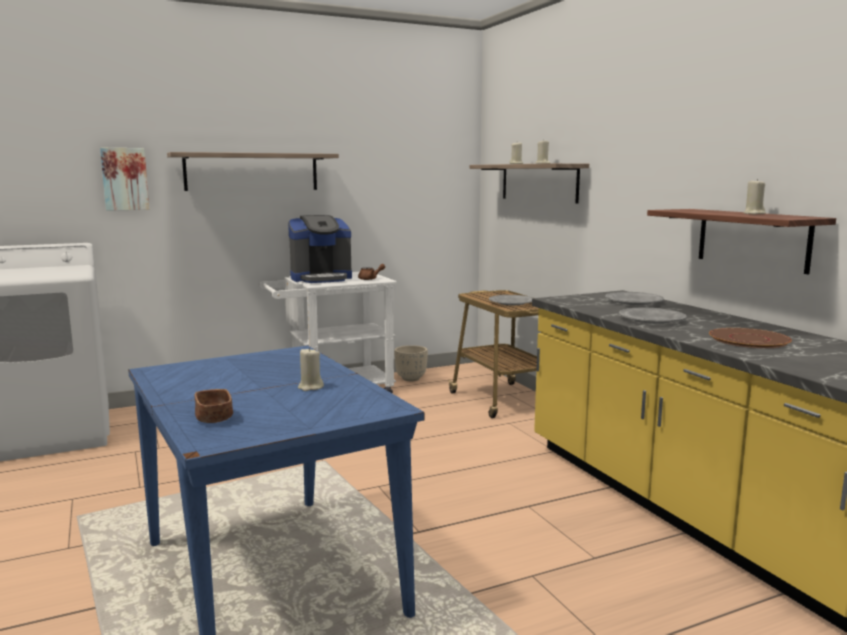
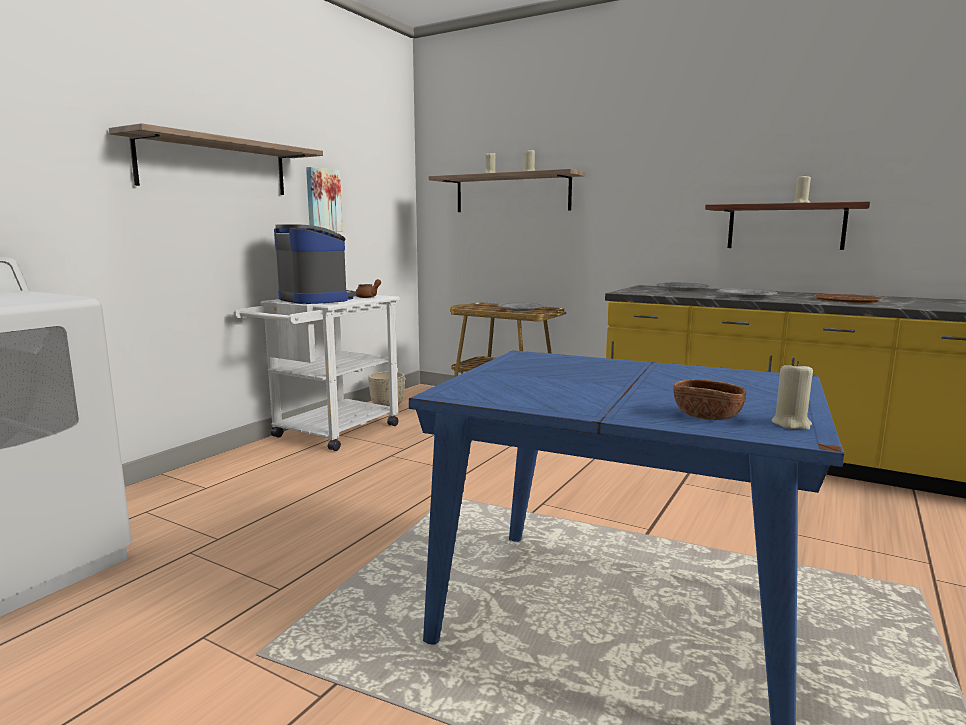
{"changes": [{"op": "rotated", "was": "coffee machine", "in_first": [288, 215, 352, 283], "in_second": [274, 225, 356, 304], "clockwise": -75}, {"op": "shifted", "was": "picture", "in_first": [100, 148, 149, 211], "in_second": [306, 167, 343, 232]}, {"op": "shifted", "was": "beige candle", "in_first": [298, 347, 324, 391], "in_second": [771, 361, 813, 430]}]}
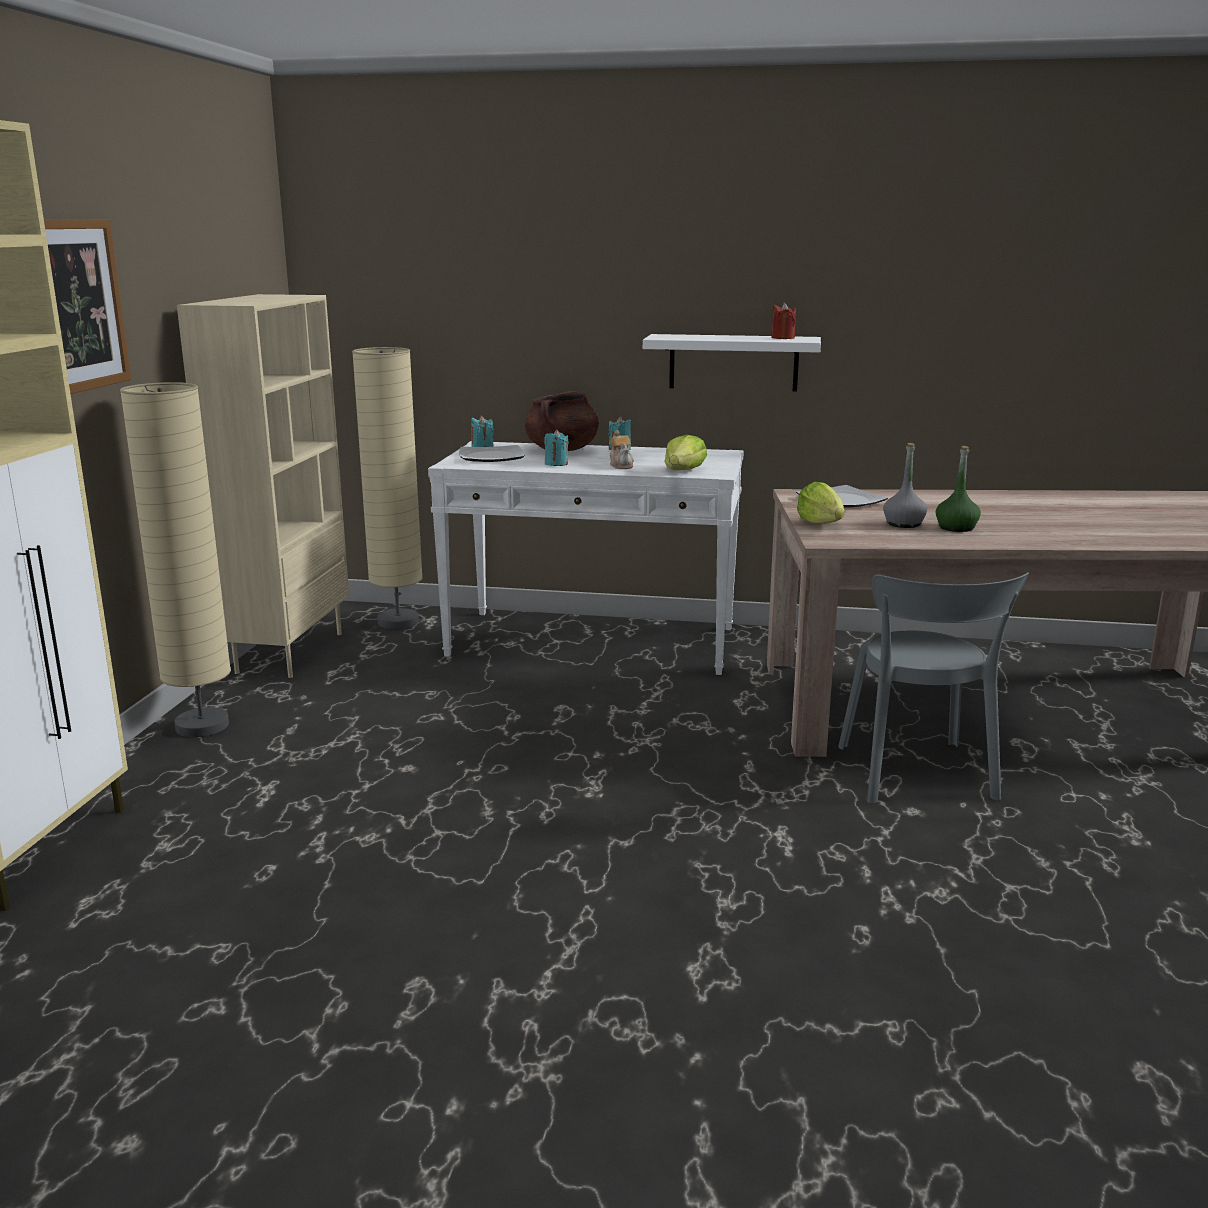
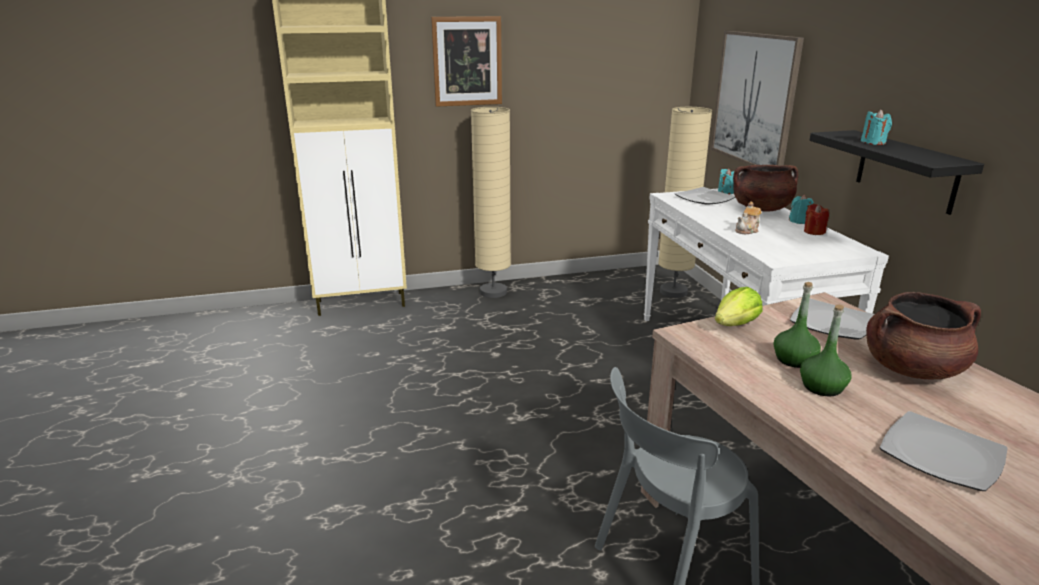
{"changes": [{"op": "new", "now": "picture", "in_second": [711, 31, 804, 166]}, {"op": "repainted", "was": "grey bottle", "now": "green bottle", "in_first": [883, 443, 927, 528], "in_second": [773, 282, 821, 368]}, {"op": "shifted", "was": "red candle", "in_first": [771, 303, 796, 339], "in_second": [804, 204, 829, 235]}, {"op": "repainted", "was": "white shelf", "now": "black shelf", "in_first": [643, 334, 821, 392], "in_second": [809, 130, 984, 215]}, {"op": "shifted", "was": "turquoise candle", "in_first": [544, 430, 569, 466], "in_second": [861, 109, 892, 145]}, {"op": "new", "now": "brown cooking pot", "in_second": [866, 292, 981, 379]}, {"op": "new", "now": "plate", "in_second": [880, 411, 1008, 491]}, {"op": "gone", "was": "beige bookcase", "in_first": [177, 294, 349, 678]}, {"op": "gone", "was": "lettuce", "in_first": [665, 435, 707, 470]}]}
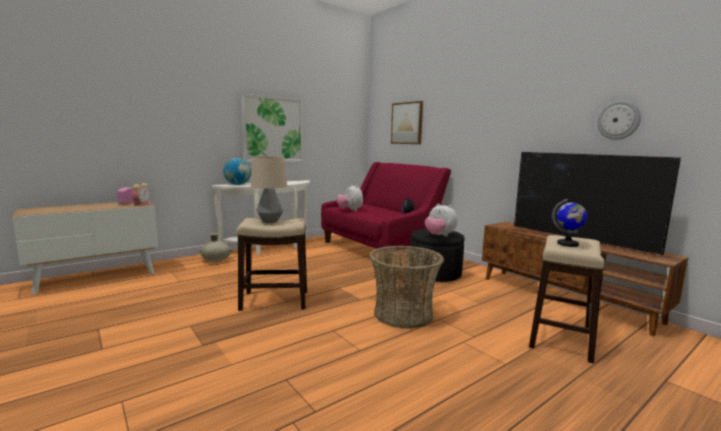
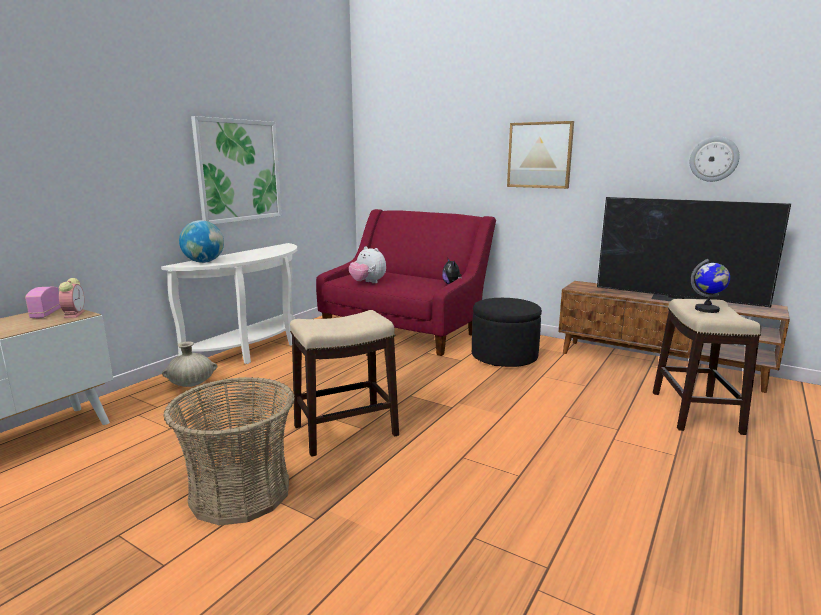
{"changes": [{"op": "shifted", "was": "basket", "in_first": [369, 246, 444, 329], "in_second": [164, 377, 295, 525]}, {"op": "shifted", "was": "picture", "in_first": [391, 101, 423, 144], "in_second": [507, 121, 574, 189]}, {"op": "gone", "was": "table lamp", "in_first": [251, 157, 287, 223]}, {"op": "gone", "was": "plush toy", "in_first": [425, 203, 458, 236]}]}
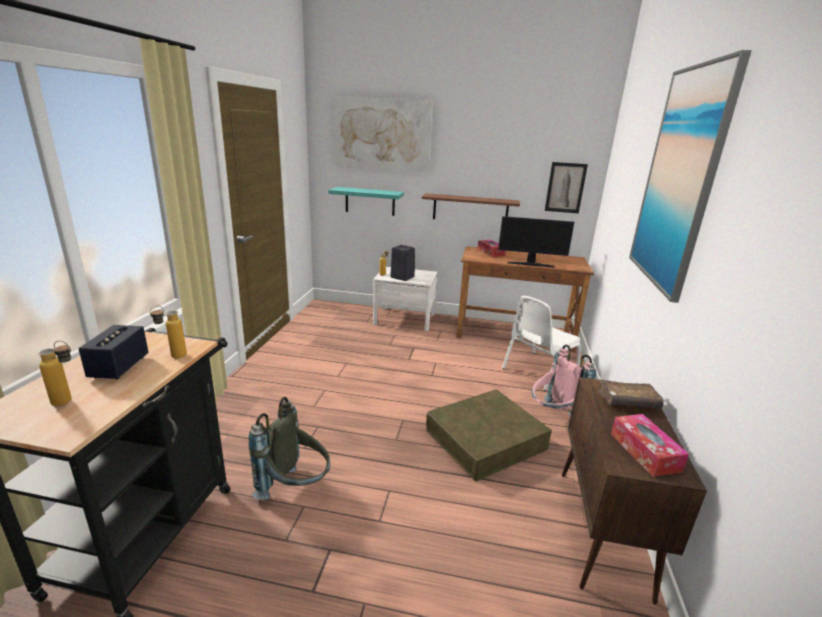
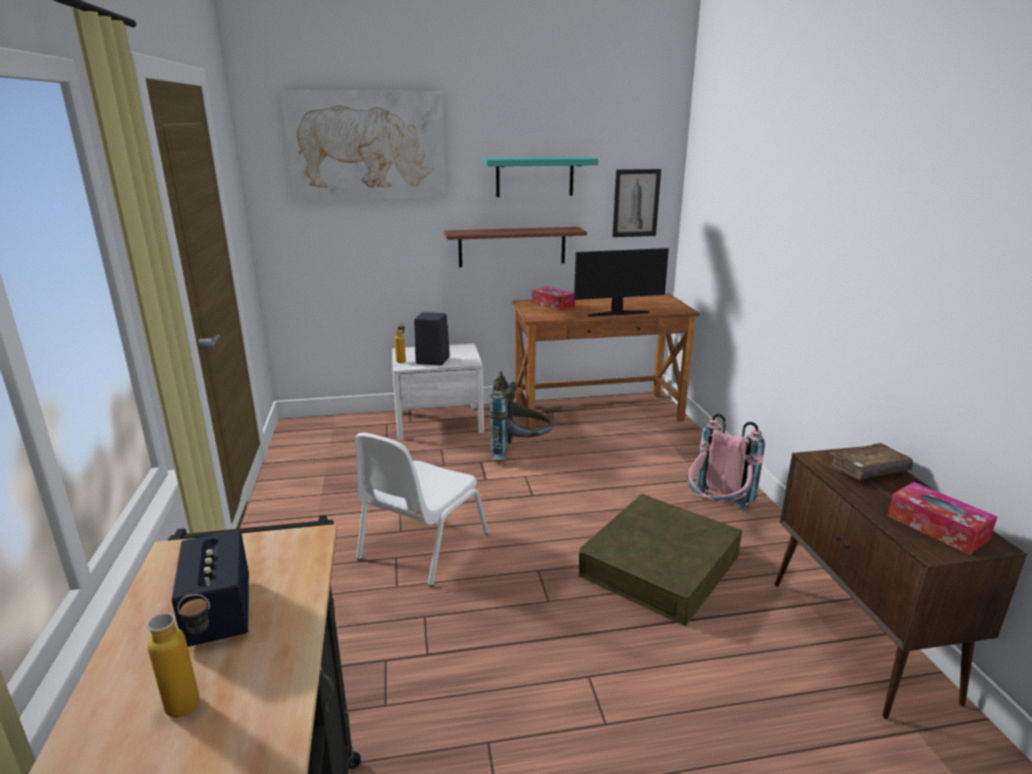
{"changes": [{"op": "shifted", "was": "white chair", "in_first": [502, 296, 581, 391], "in_second": [355, 433, 489, 586]}, {"op": "shifted", "was": "turquoise shelf", "in_first": [328, 187, 404, 216], "in_second": [482, 156, 598, 197]}, {"op": "shifted", "was": "grey backpack", "in_first": [248, 397, 330, 500], "in_second": [489, 371, 553, 460]}, {"op": "gone", "was": "bottle", "in_first": [150, 305, 187, 358]}, {"op": "gone", "was": "picture", "in_first": [629, 50, 752, 303]}]}
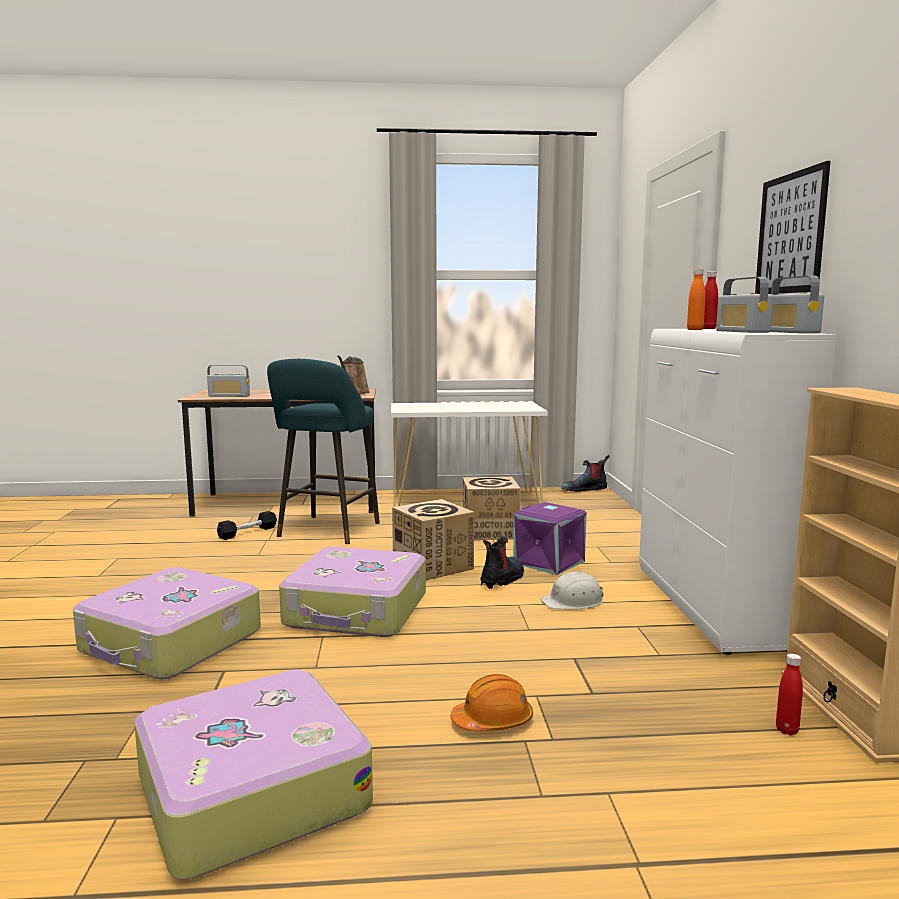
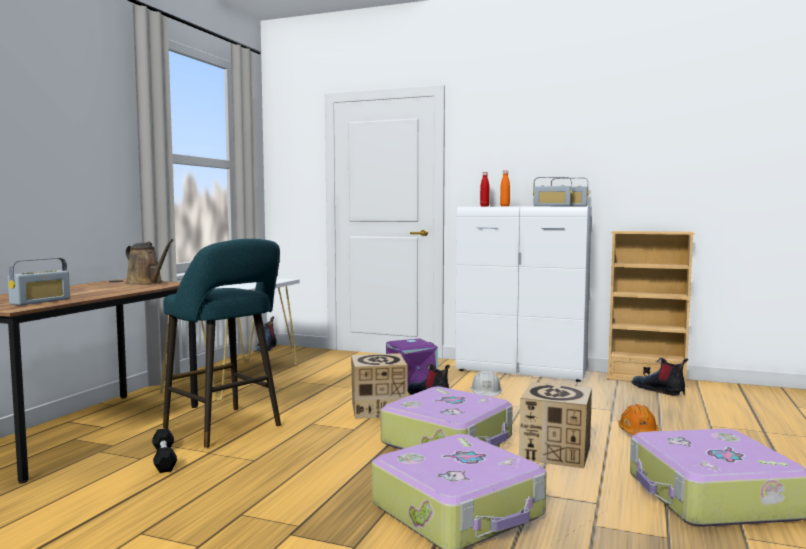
{"changes": [{"op": "shifted", "was": "cardboard box", "in_first": [463, 477, 521, 540], "in_second": [519, 382, 592, 468]}, {"op": "swapped", "was": "red bottle", "now": "boot", "in_first": [776, 654, 803, 735], "in_second": [632, 358, 688, 396]}, {"op": "gone", "was": "picture", "in_first": [755, 161, 831, 294]}]}
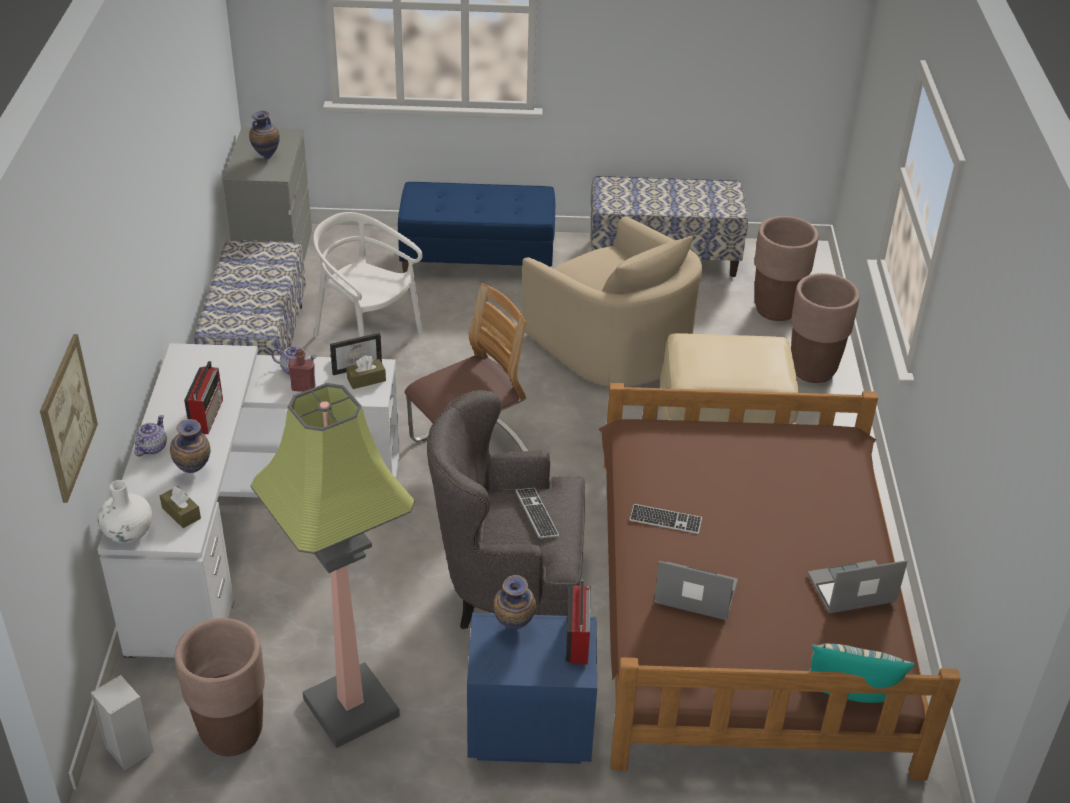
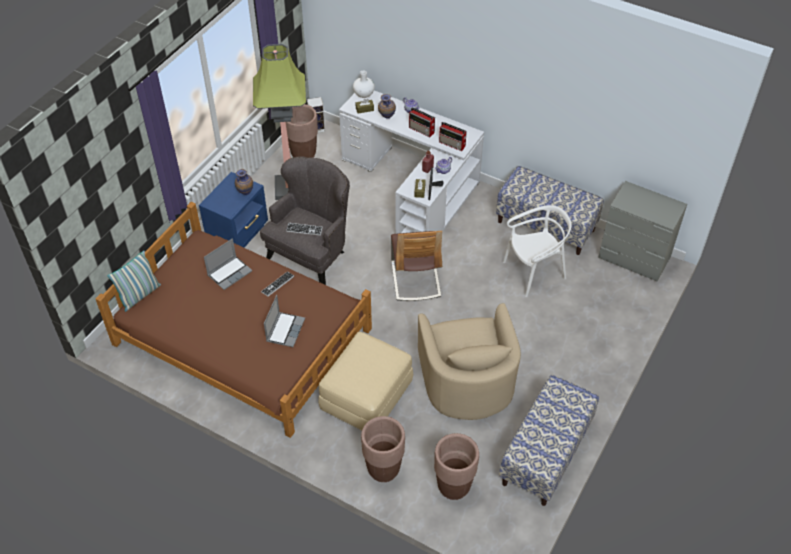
{"changes": [{"op": "shifted", "was": "laptop", "in_first": [808, 560, 908, 614], "in_second": [264, 295, 305, 347]}, {"op": "rotated", "was": "beige armchair", "in_first": [522, 216, 702, 387], "in_second": [418, 303, 521, 420], "clockwise": -90}, {"op": "shifted", "was": "radio", "in_first": [566, 580, 591, 665], "in_second": [439, 122, 467, 151]}, {"op": "gone", "was": "picture", "in_first": [40, 334, 98, 503]}, {"op": "gone", "was": "vase", "in_first": [249, 111, 280, 159]}, {"op": "gone", "was": "blue bench", "in_first": [398, 182, 555, 273]}]}
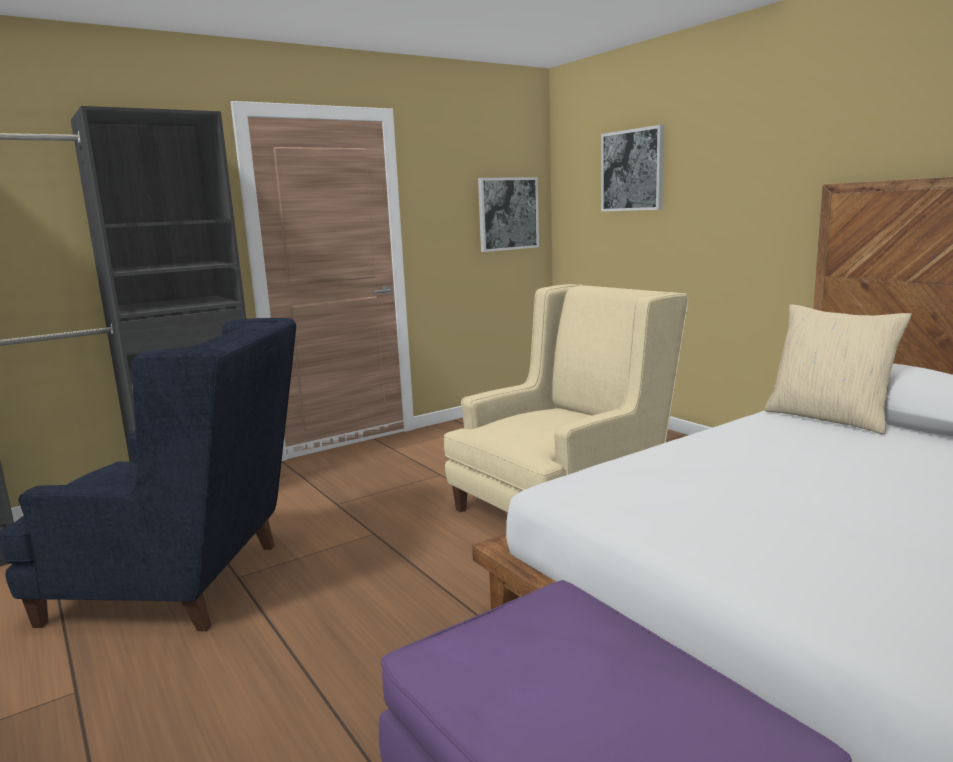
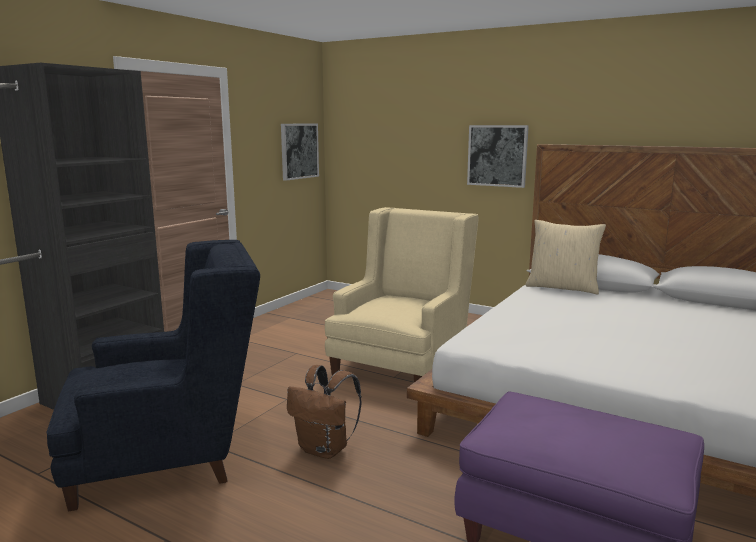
{"changes": [{"op": "new", "now": "brown backpack", "in_second": [287, 365, 362, 459]}, {"op": "shifted", "was": "picture", "in_first": [601, 125, 664, 212], "in_second": [467, 125, 529, 188]}]}
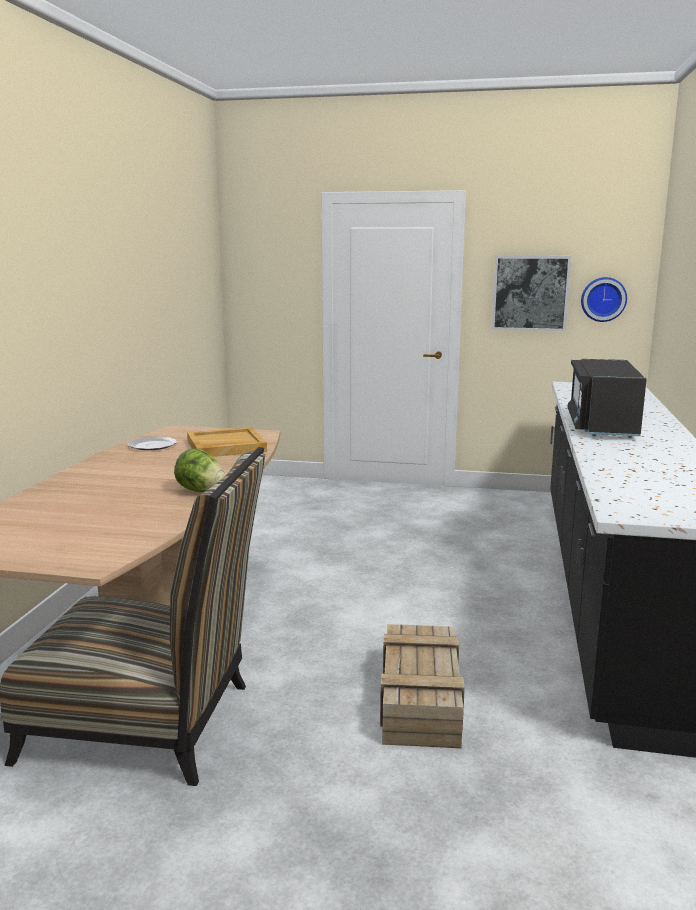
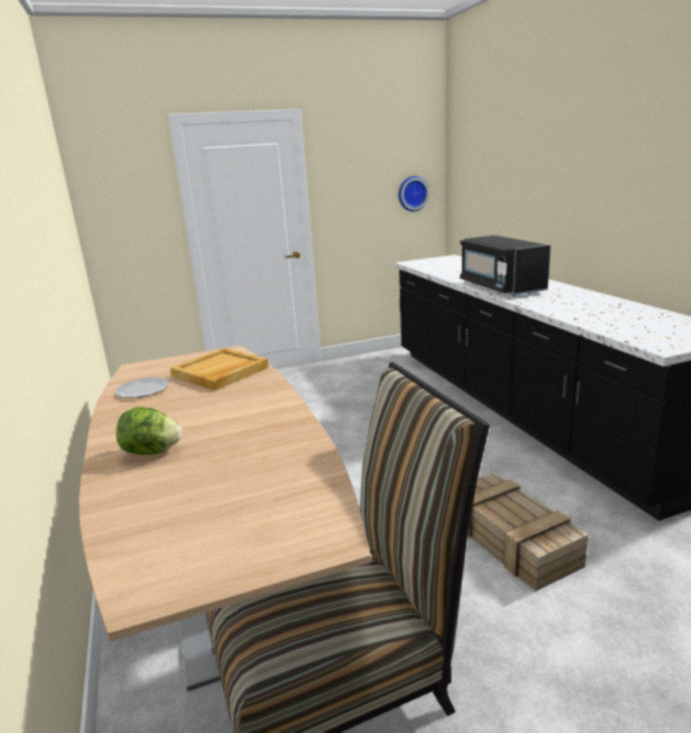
{"changes": [{"op": "shifted", "was": "lettuce", "in_first": [174, 449, 225, 492], "in_second": [116, 406, 182, 455]}, {"op": "gone", "was": "picture", "in_first": [492, 256, 571, 331]}]}
